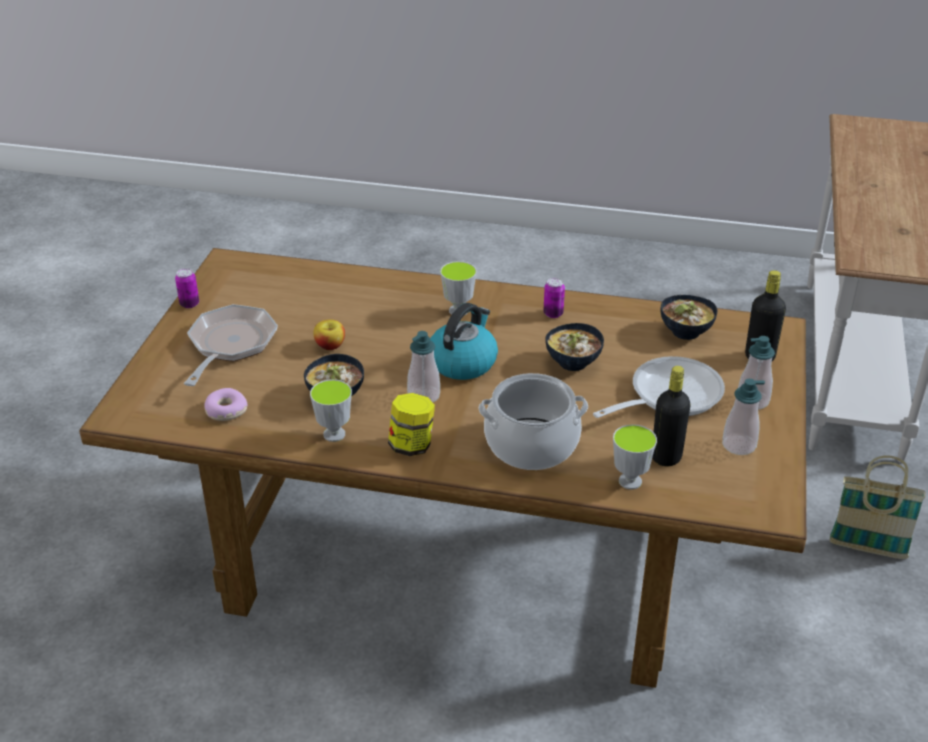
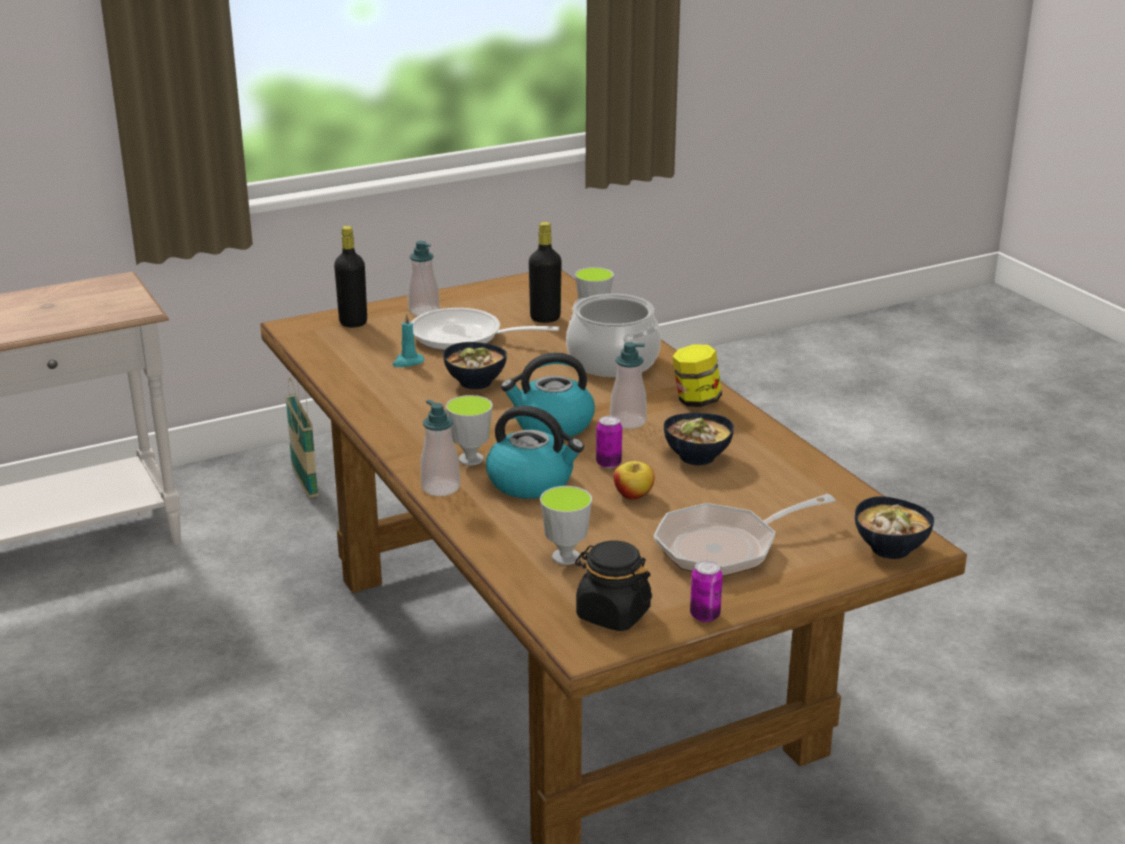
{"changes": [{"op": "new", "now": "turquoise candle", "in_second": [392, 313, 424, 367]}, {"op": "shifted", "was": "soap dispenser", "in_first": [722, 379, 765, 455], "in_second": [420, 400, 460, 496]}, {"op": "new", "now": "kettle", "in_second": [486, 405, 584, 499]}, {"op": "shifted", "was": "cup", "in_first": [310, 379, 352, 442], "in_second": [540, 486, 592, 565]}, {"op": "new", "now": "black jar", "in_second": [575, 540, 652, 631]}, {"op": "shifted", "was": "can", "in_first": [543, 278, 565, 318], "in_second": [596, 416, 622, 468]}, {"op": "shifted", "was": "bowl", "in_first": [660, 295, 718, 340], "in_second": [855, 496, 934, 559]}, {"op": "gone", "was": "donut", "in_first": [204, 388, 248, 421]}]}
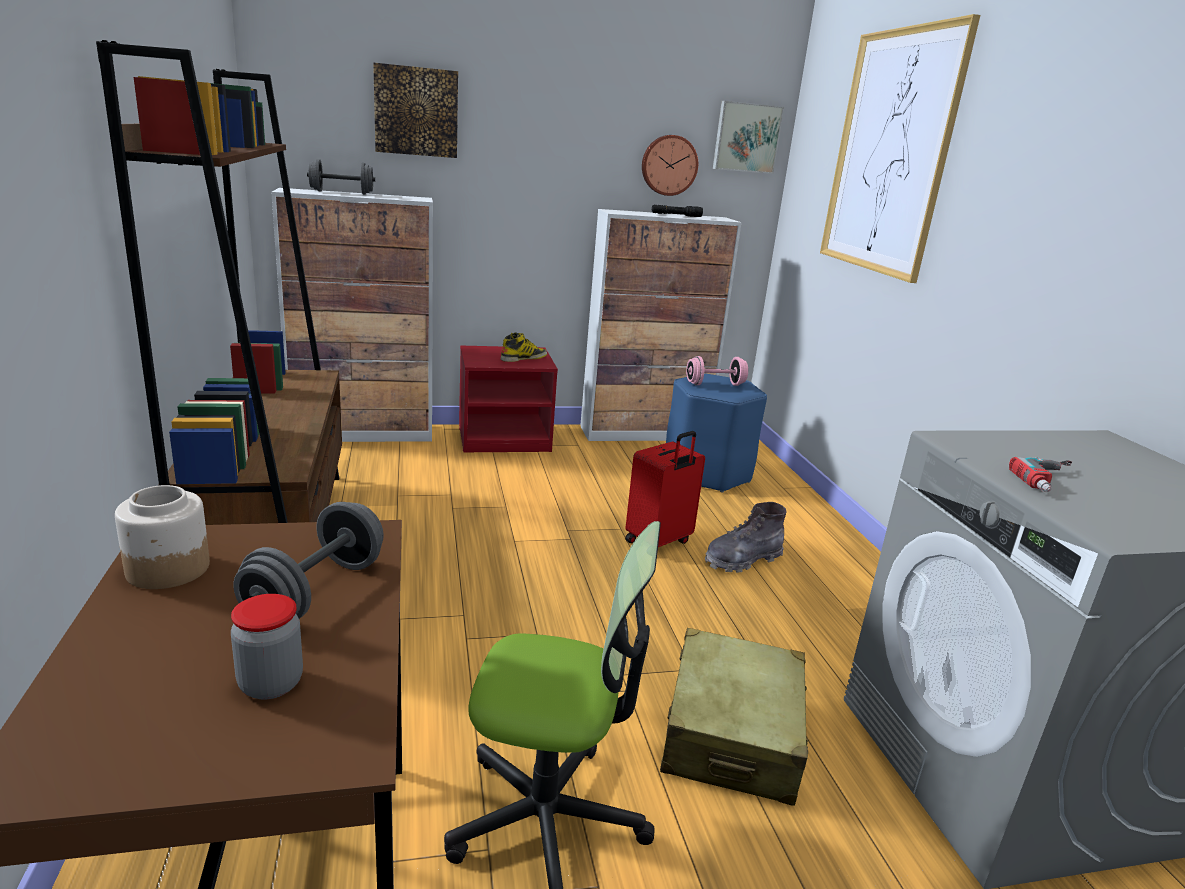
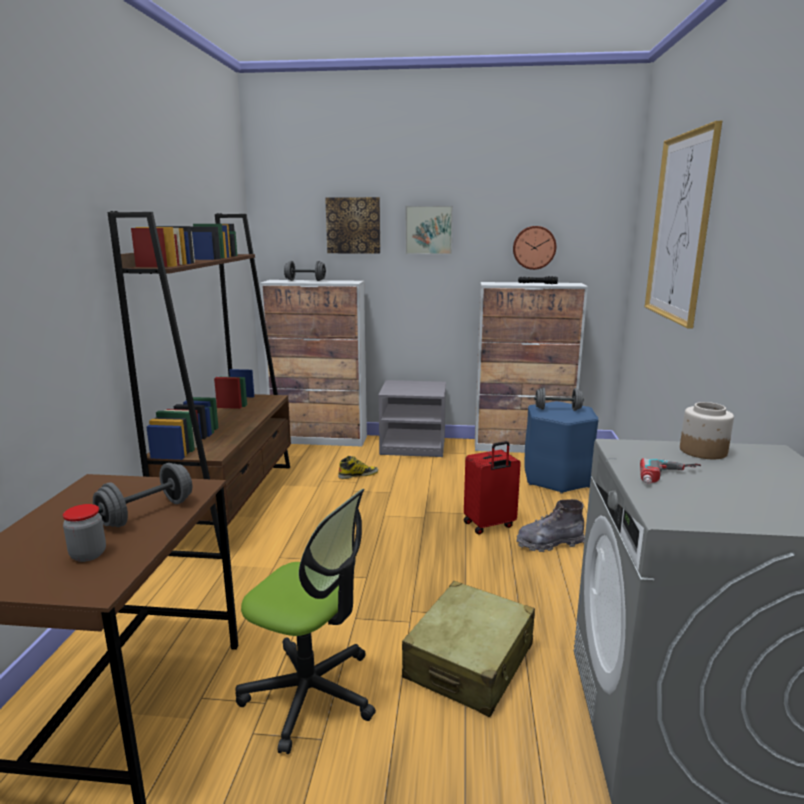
{"changes": [{"op": "shifted", "was": "boot", "in_first": [501, 332, 547, 362], "in_second": [338, 456, 378, 479]}, {"op": "repainted", "was": "red nightstand", "now": "grey nightstand", "in_first": [459, 345, 558, 453], "in_second": [379, 380, 446, 457]}, {"op": "shifted", "was": "picture", "in_first": [713, 101, 784, 174], "in_second": [405, 206, 453, 255]}, {"op": "repainted", "was": "pink dumbbell", "now": "grey dumbbell", "in_first": [686, 356, 748, 386], "in_second": [534, 387, 584, 411]}, {"op": "shifted", "was": "jar", "in_first": [115, 485, 210, 589], "in_second": [680, 402, 734, 459]}]}
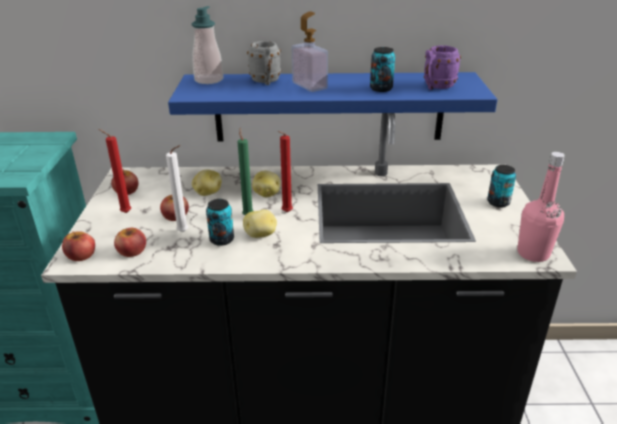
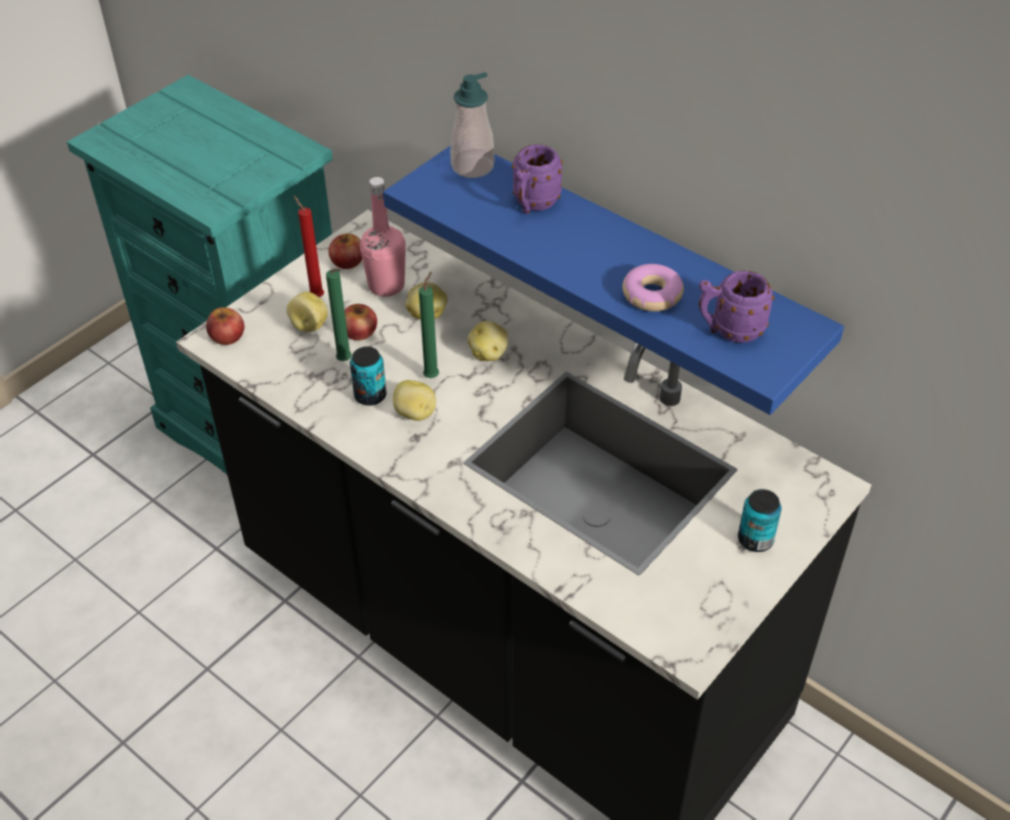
{"changes": [{"op": "new", "now": "potato", "in_second": [286, 292, 328, 332]}, {"op": "repainted", "was": "white candle", "now": "green candle", "in_first": [166, 145, 188, 232], "in_second": [326, 268, 352, 361]}, {"op": "shifted", "was": "pink bottle", "in_first": [517, 152, 565, 262], "in_second": [360, 177, 406, 296]}, {"op": "repainted", "was": "grey mug", "now": "purple mug", "in_first": [247, 41, 281, 85], "in_second": [512, 144, 563, 214]}, {"op": "swapped", "was": "can", "now": "donut", "in_first": [370, 47, 395, 92], "in_second": [623, 264, 684, 311]}, {"op": "gone", "was": "apple", "in_first": [114, 228, 146, 257]}, {"op": "gone", "was": "red candle", "in_first": [277, 131, 293, 212]}, {"op": "gone", "was": "soap dispenser", "in_first": [292, 11, 328, 92]}]}
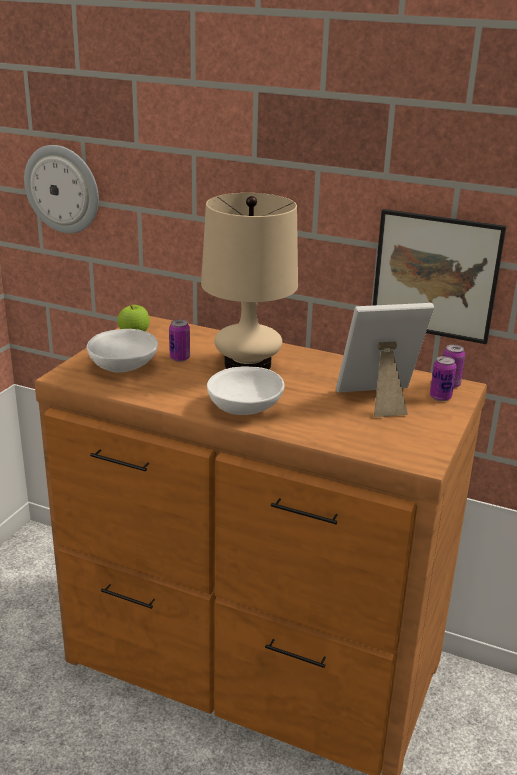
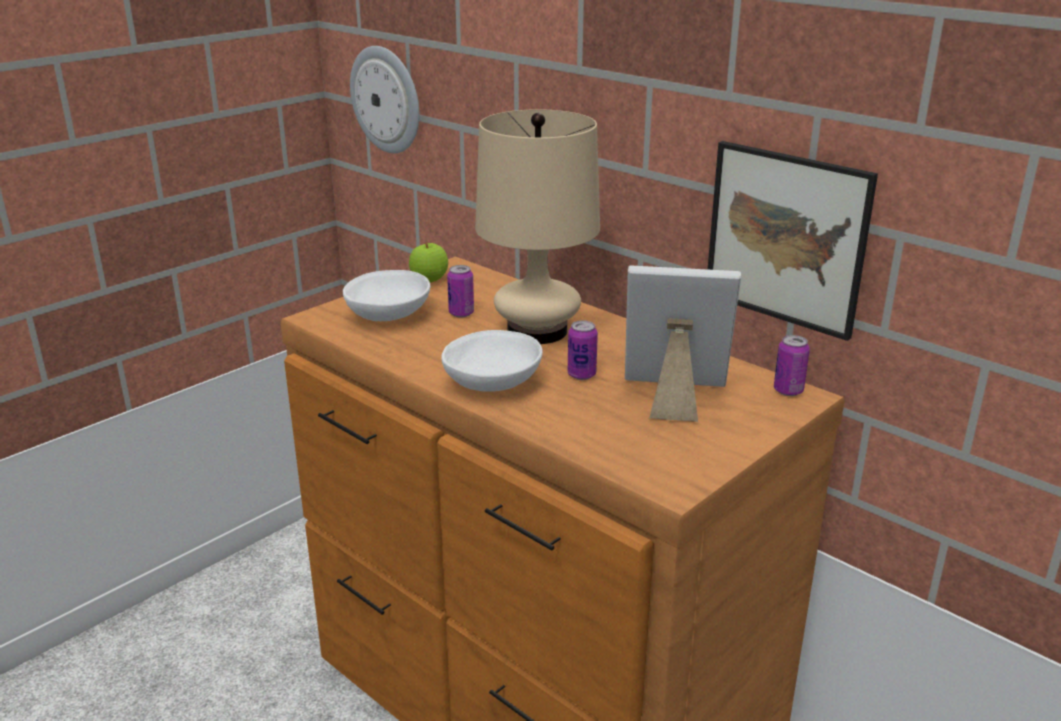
{"changes": [{"op": "shifted", "was": "can", "in_first": [430, 356, 456, 401], "in_second": [568, 321, 598, 380]}]}
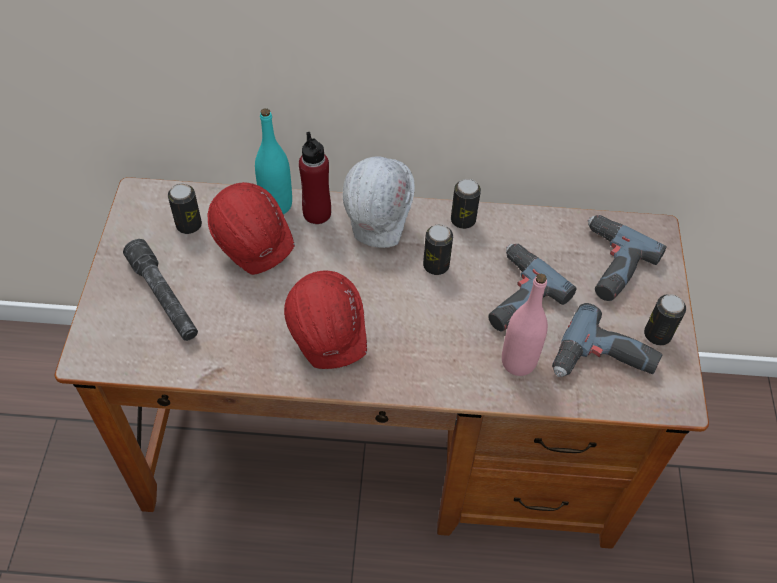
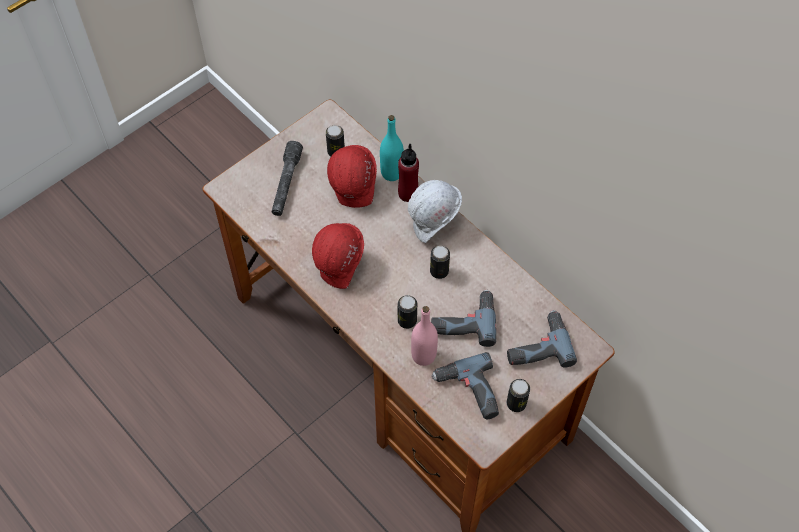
{"changes": [{"op": "shifted", "was": "can", "in_first": [451, 179, 481, 229], "in_second": [398, 295, 417, 329]}]}
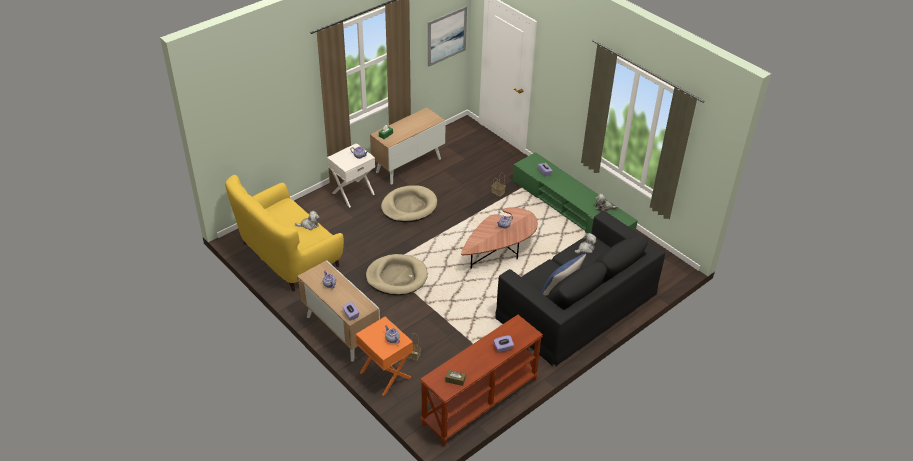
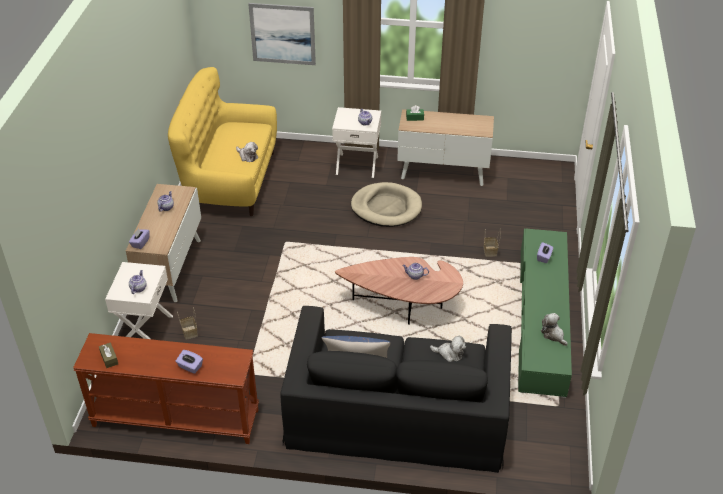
{"changes": [{"op": "repainted", "was": "orange nightstand", "now": "white nightstand", "in_first": [356, 317, 413, 396], "in_second": [105, 262, 173, 339]}, {"op": "shifted", "was": "picture", "in_first": [428, 6, 467, 67], "in_second": [248, 3, 316, 65]}, {"op": "gone", "was": "beige dog bed", "in_first": [366, 254, 428, 295]}]}
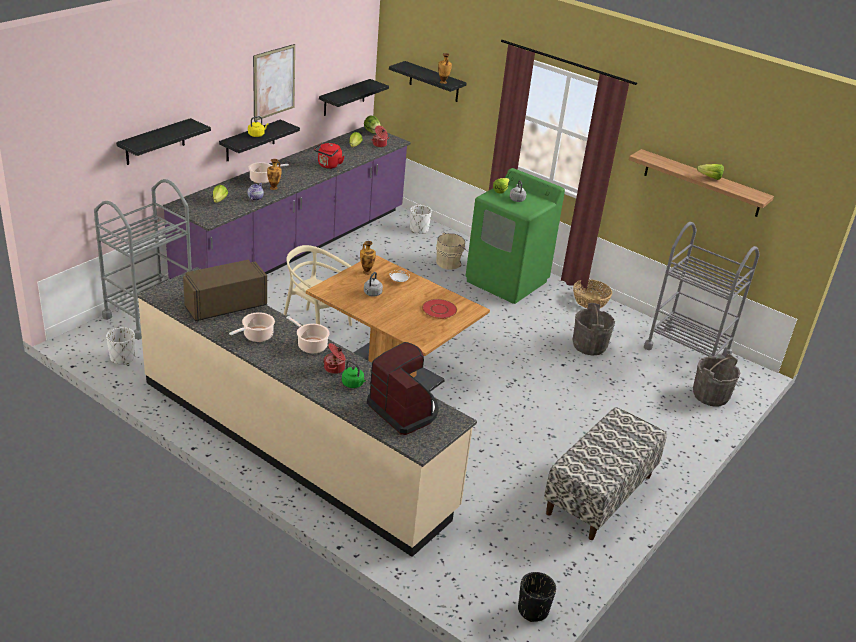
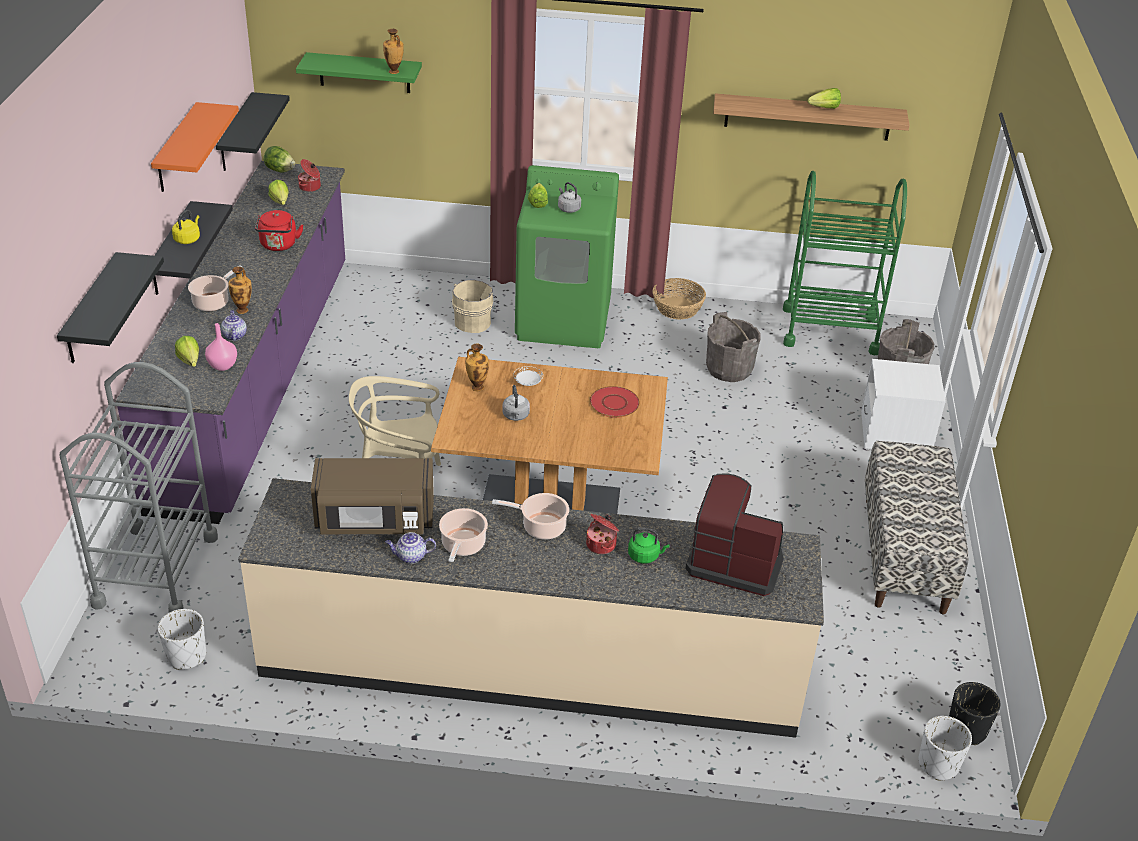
{"changes": [{"op": "swapped", "was": "picture", "now": "orange shelf", "in_first": [253, 44, 295, 121], "in_second": [151, 102, 239, 192]}, {"op": "new", "now": "pink vase", "in_second": [205, 323, 237, 371]}, {"op": "repainted", "was": "black shelf", "now": "green shelf", "in_first": [389, 61, 466, 102], "in_second": [296, 52, 422, 93]}, {"op": "rotated", "was": "brown microwave", "in_first": [183, 260, 267, 321], "in_second": [311, 458, 434, 534], "clockwise": -120}, {"op": "new", "now": "teapot", "in_second": [386, 532, 436, 564]}, {"op": "repainted", "was": "grey cart", "now": "green cart", "in_first": [644, 222, 760, 357], "in_second": [783, 171, 907, 355]}, {"op": "new", "now": "white nightstand", "in_second": [861, 359, 946, 450]}, {"op": "shifted", "was": "white planter", "in_first": [410, 205, 432, 233], "in_second": [918, 716, 972, 781]}]}
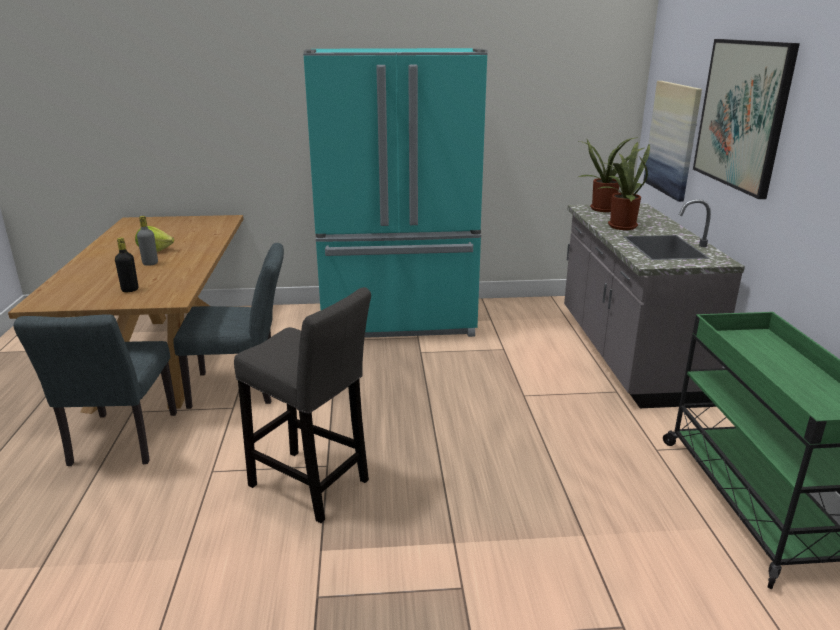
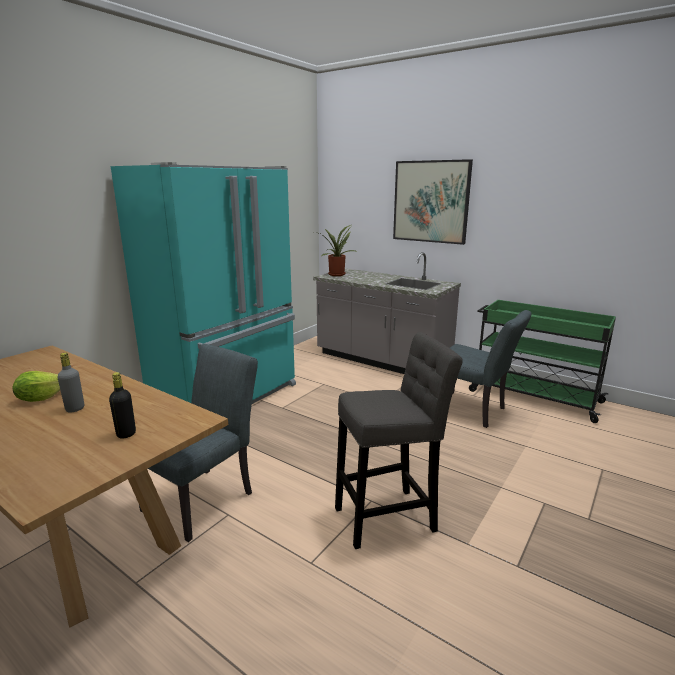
{"changes": [{"op": "shifted", "was": "grey chair", "in_first": [13, 314, 177, 466], "in_second": [450, 310, 532, 428]}, {"op": "gone", "was": "potted plant", "in_first": [597, 142, 650, 230]}, {"op": "gone", "was": "picture", "in_first": [643, 81, 702, 202]}]}
